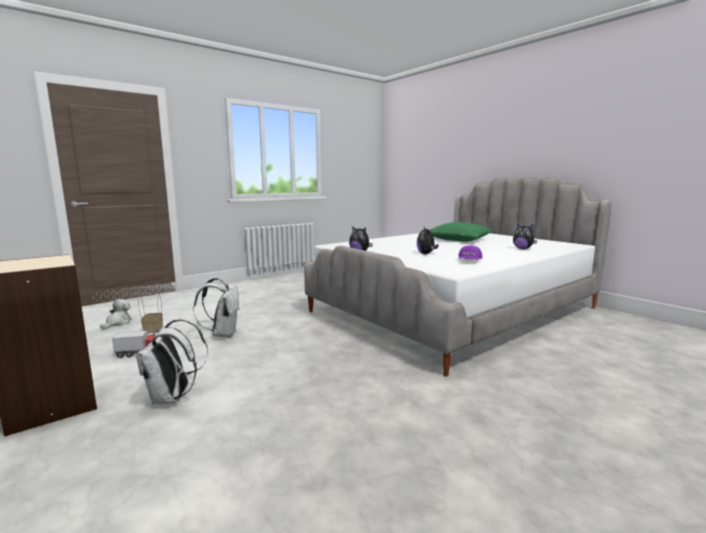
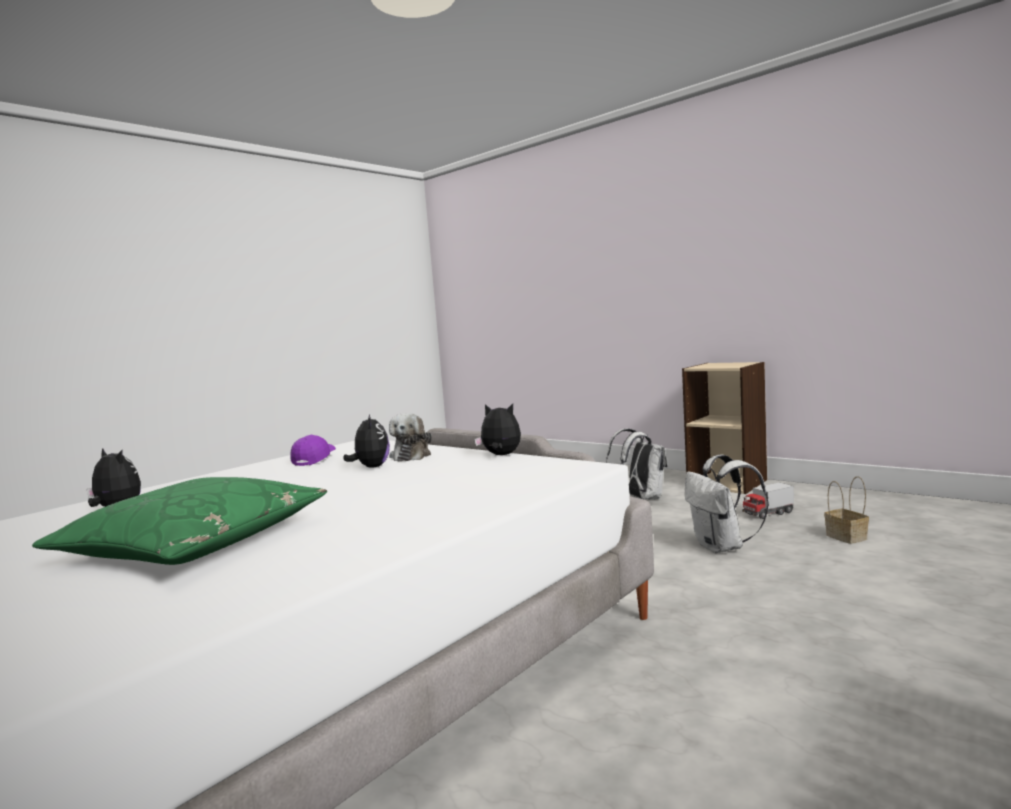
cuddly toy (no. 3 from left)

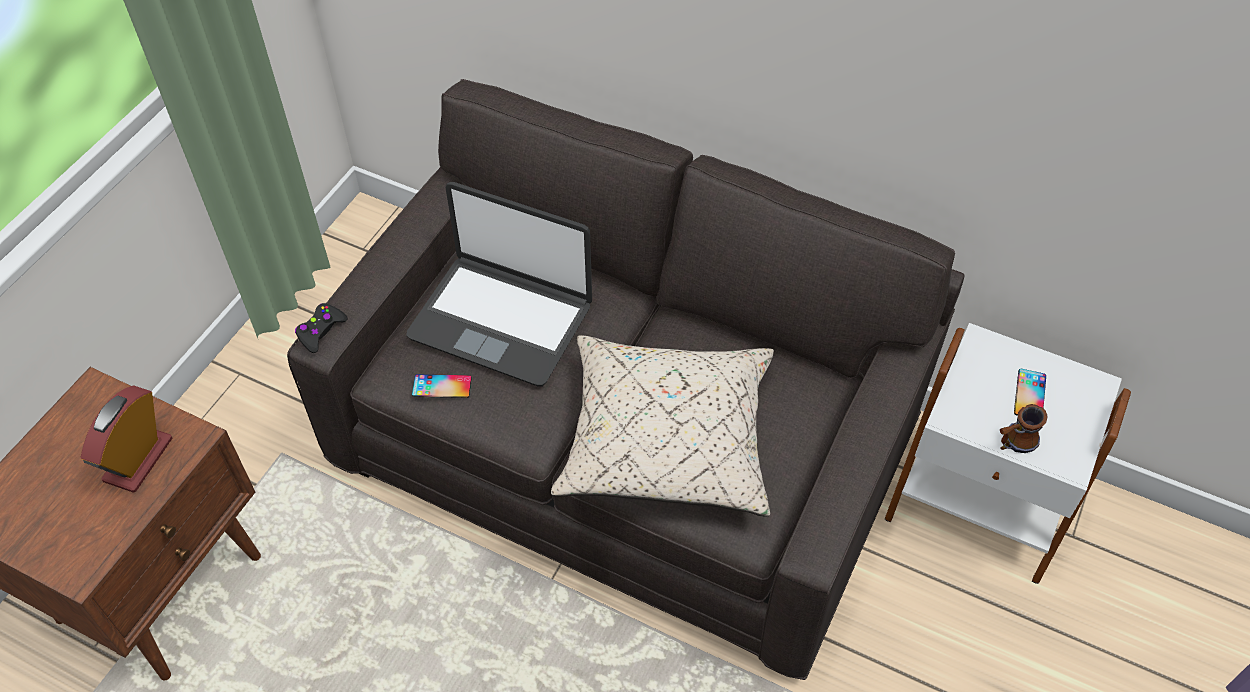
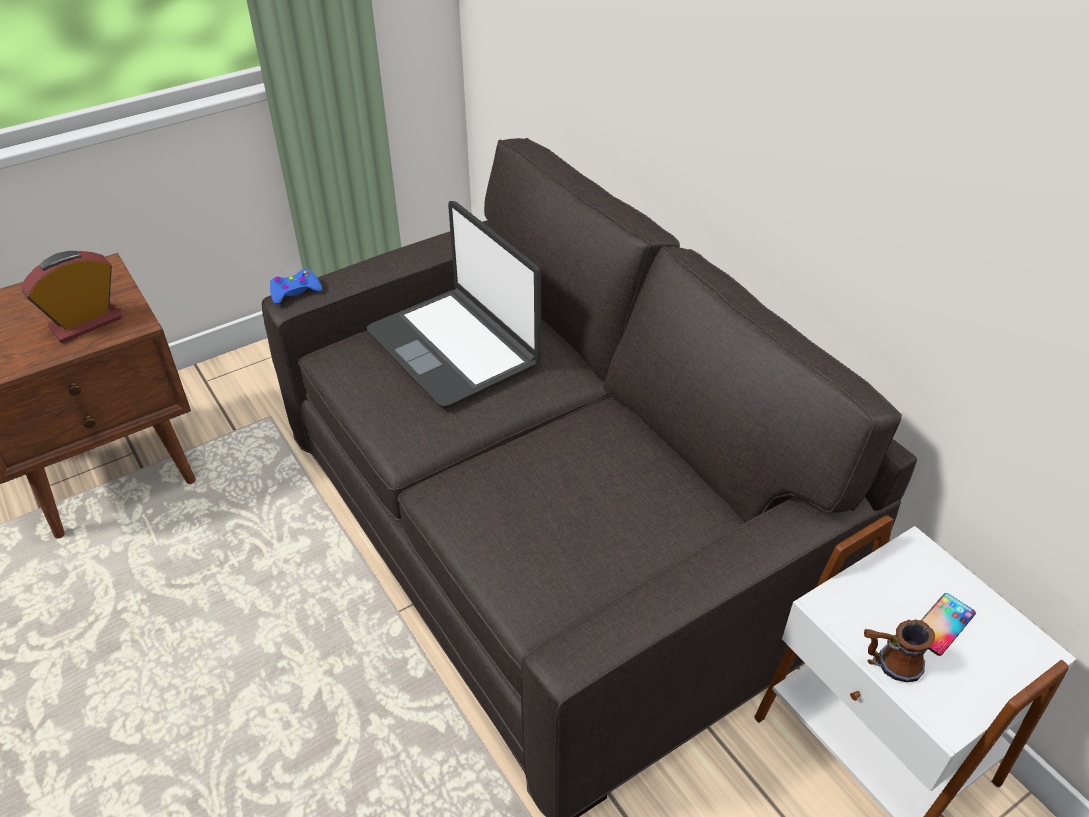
gamepad/blue-coloured
handset (no. 1 from left in the first image)
pillow/beige-coloured

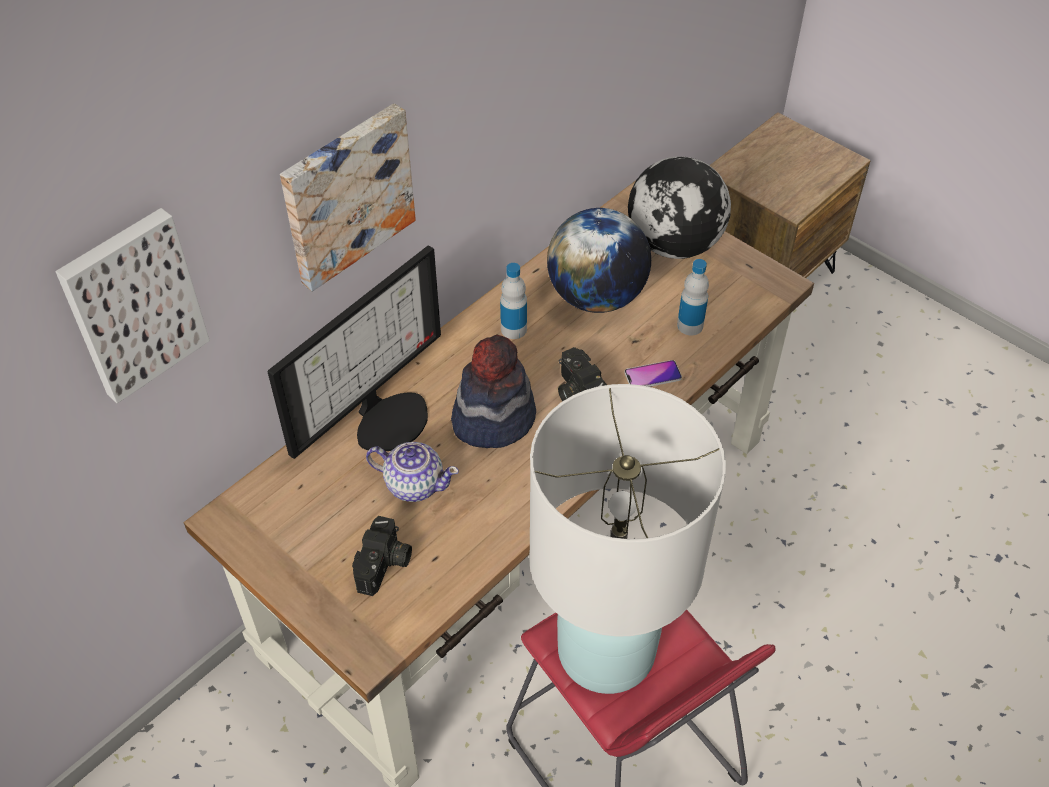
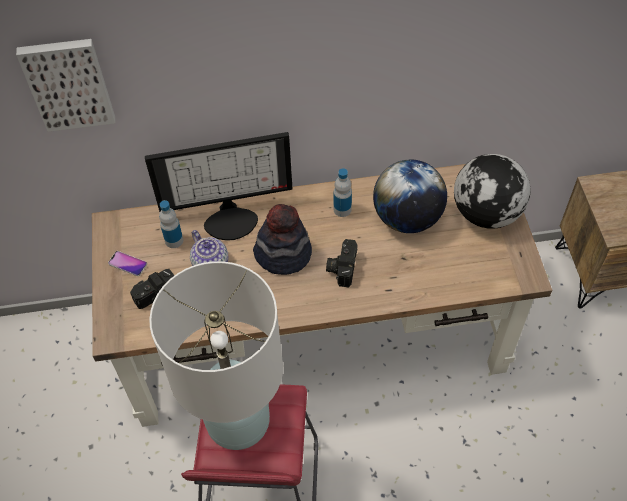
picture (no. 2 from left in the first image)
handset
beverage bottle (no. 1 from left)

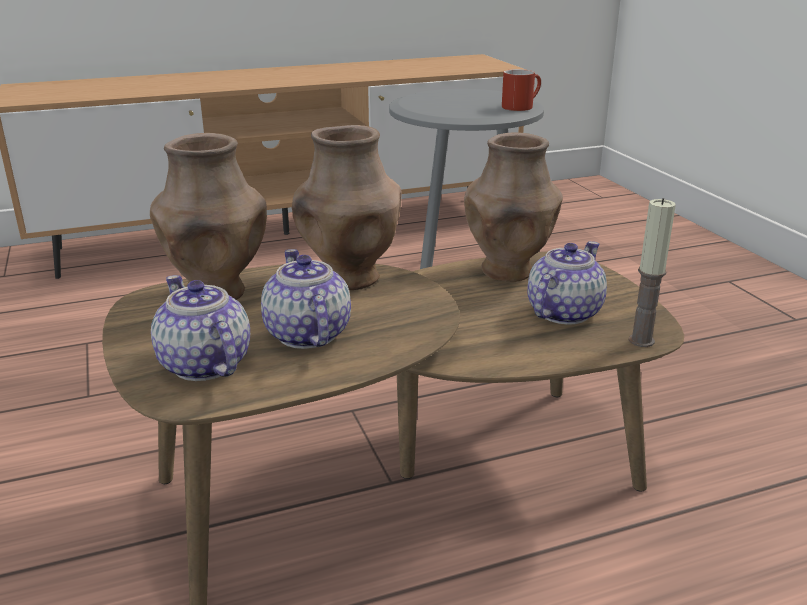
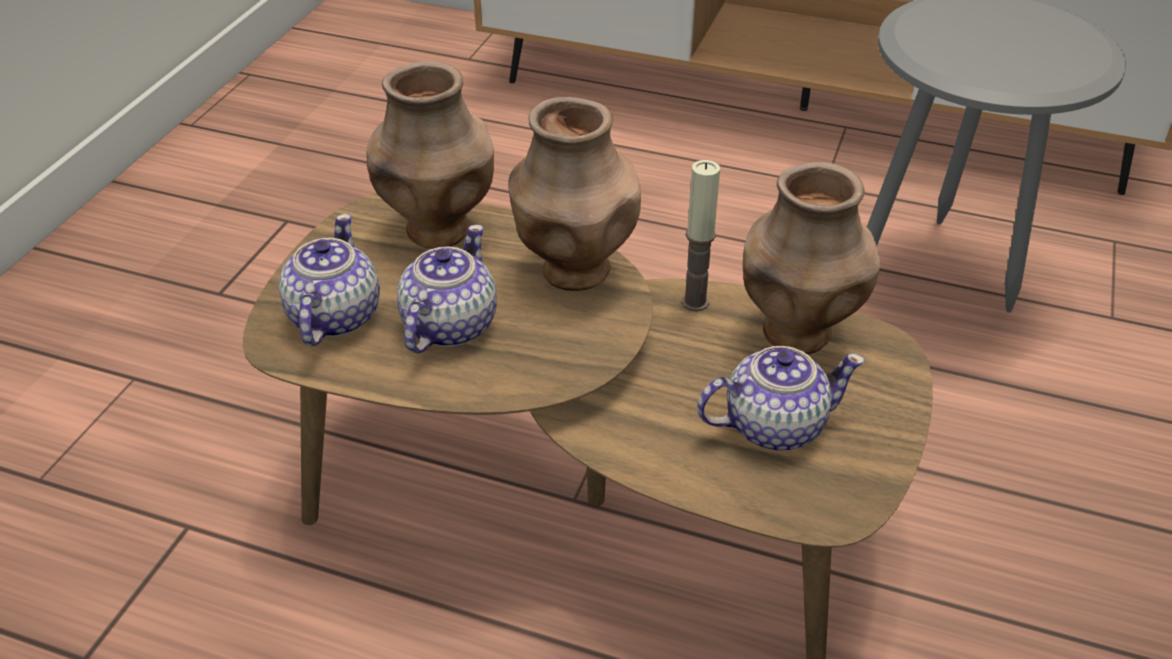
tea mug/red-coloured
candle

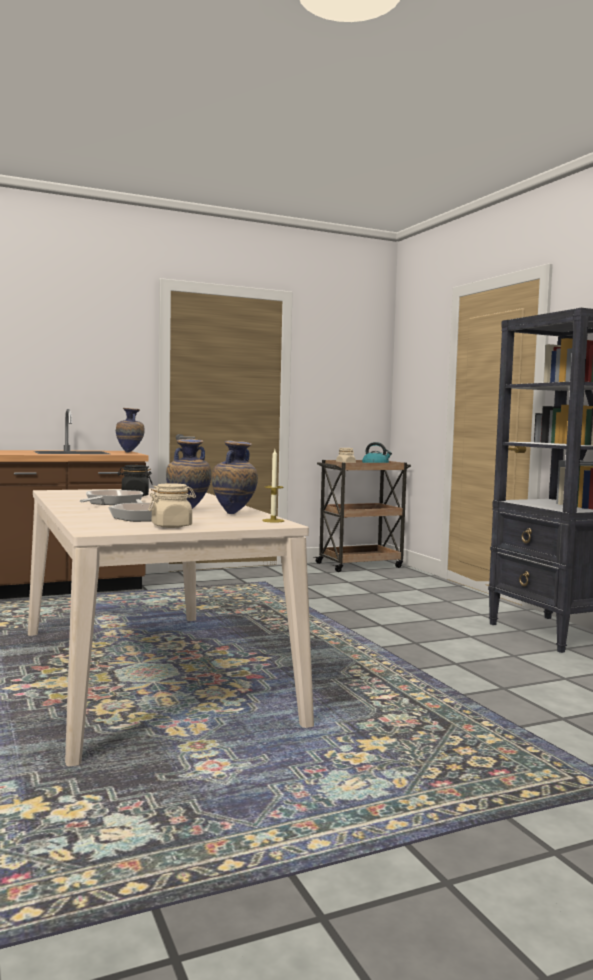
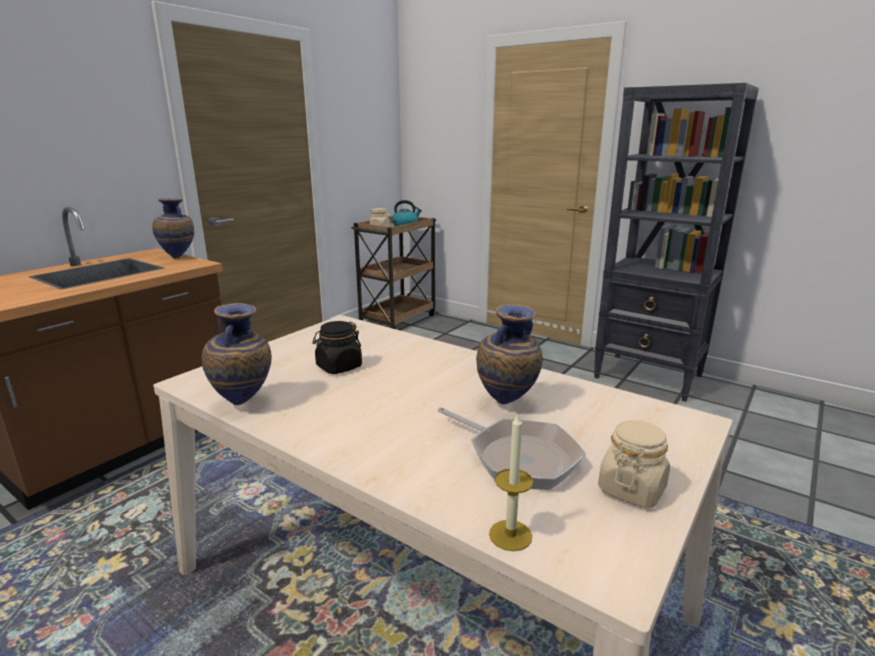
pan (no. 1 from left in the first image)
decorative vase (no. 2 from left)
candle

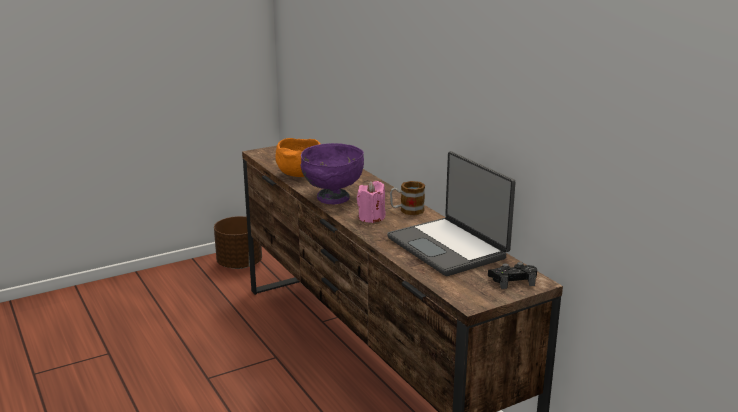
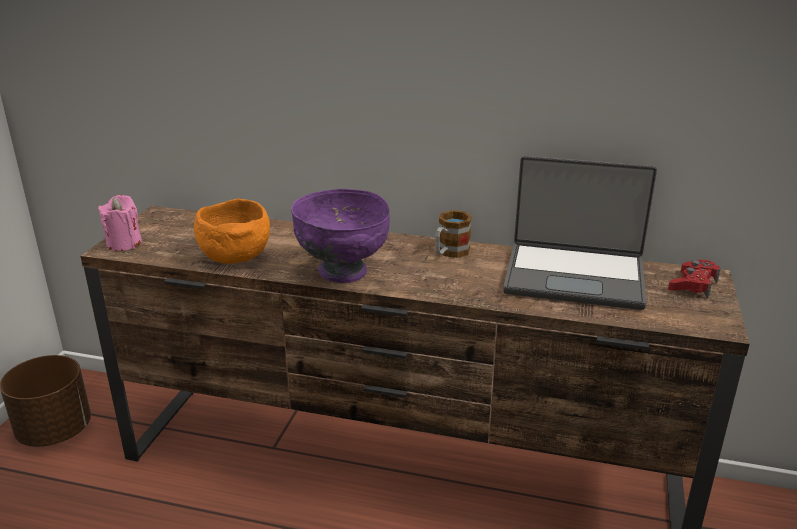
candle/pinkish
gamepad/red-coloured

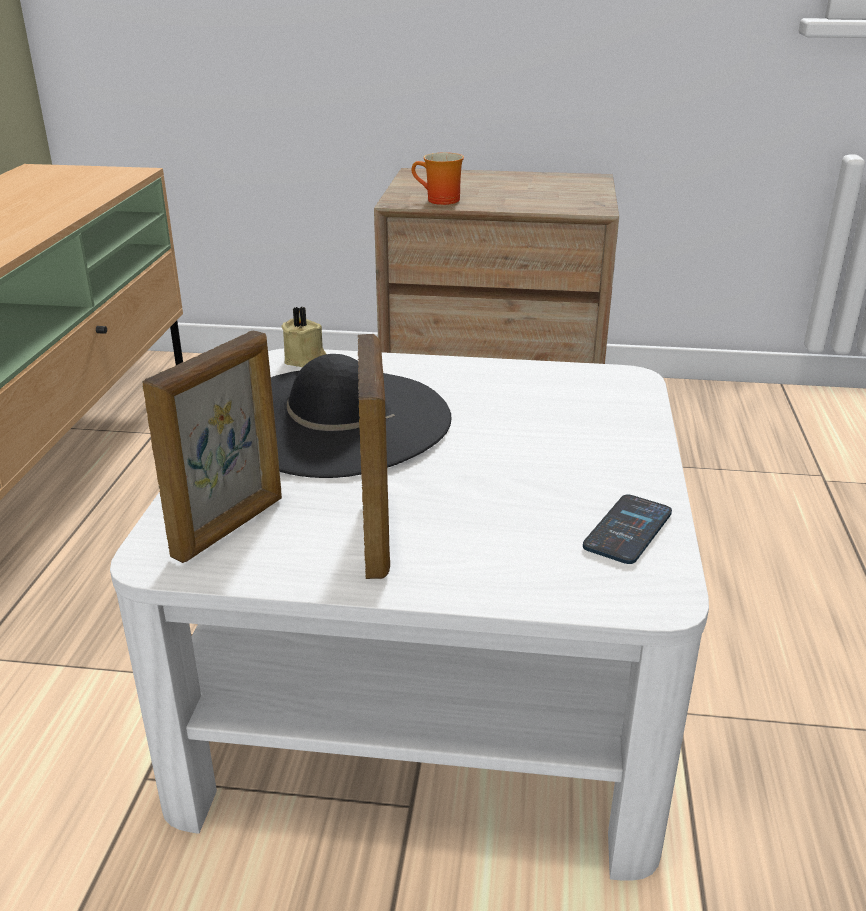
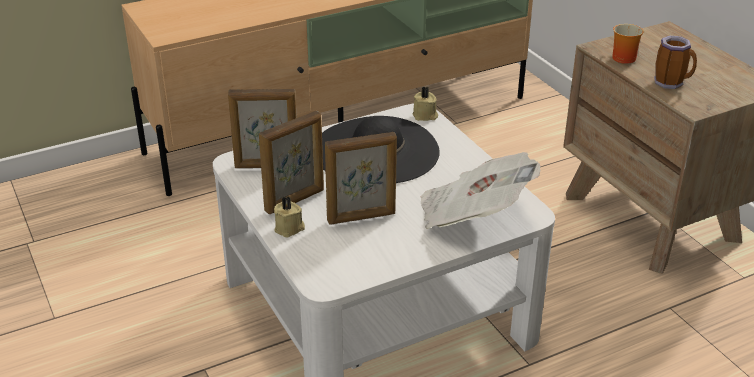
handset
candle/beige-coloured (no. 1 from left)
photo frame (no. 3 from left)
printed paper
tea mug (no. 2 from left)

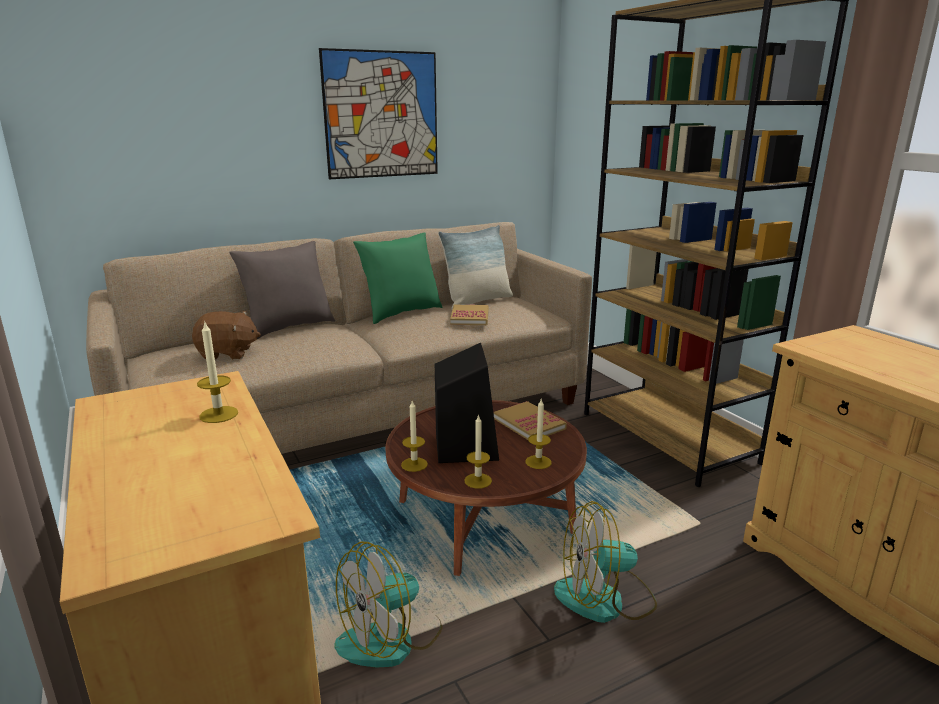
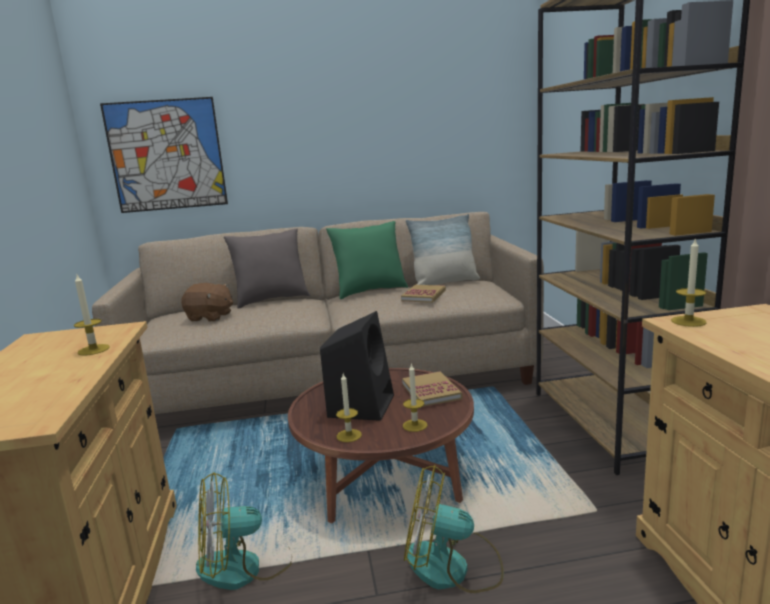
picture
candle (no. 4 from left)

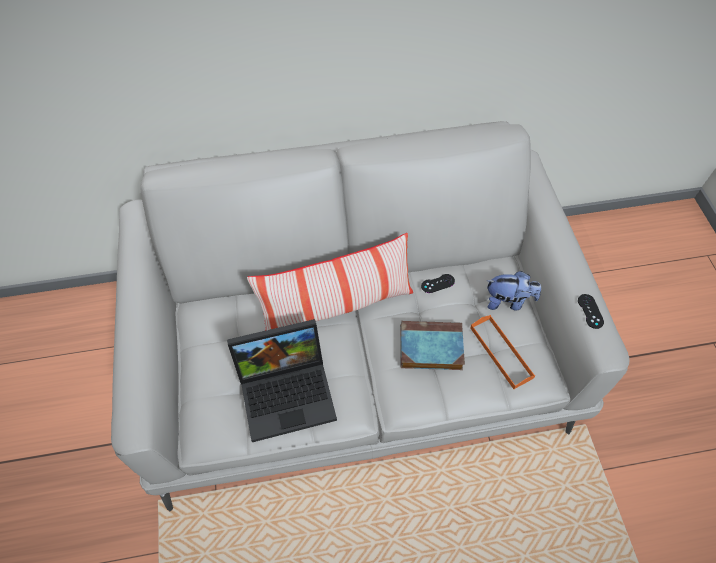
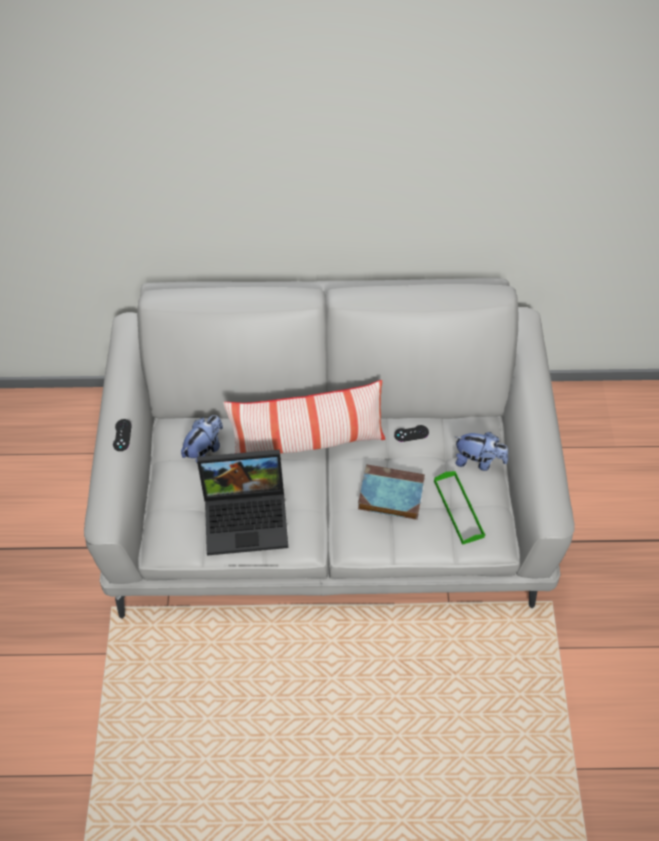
carrying tray/greenish
gamepad/black (no. 1 from left)
cuddly toy (no. 1 from left)

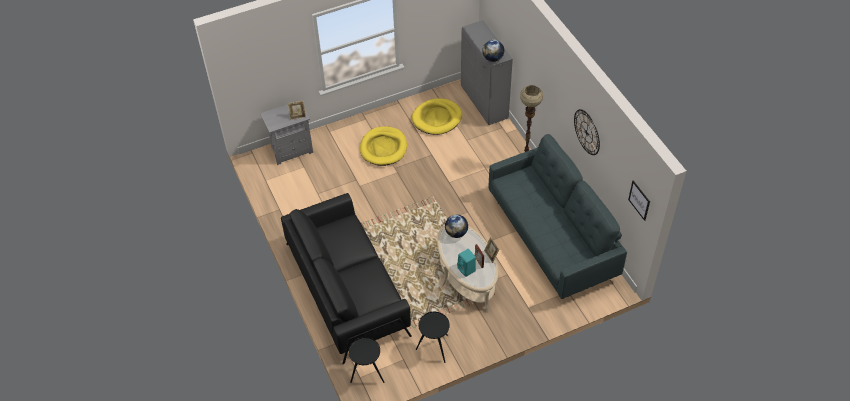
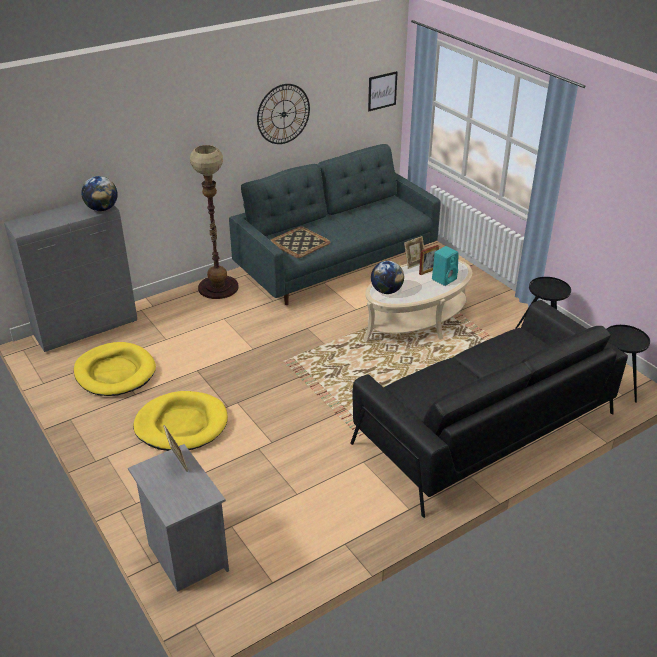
carrying tray

